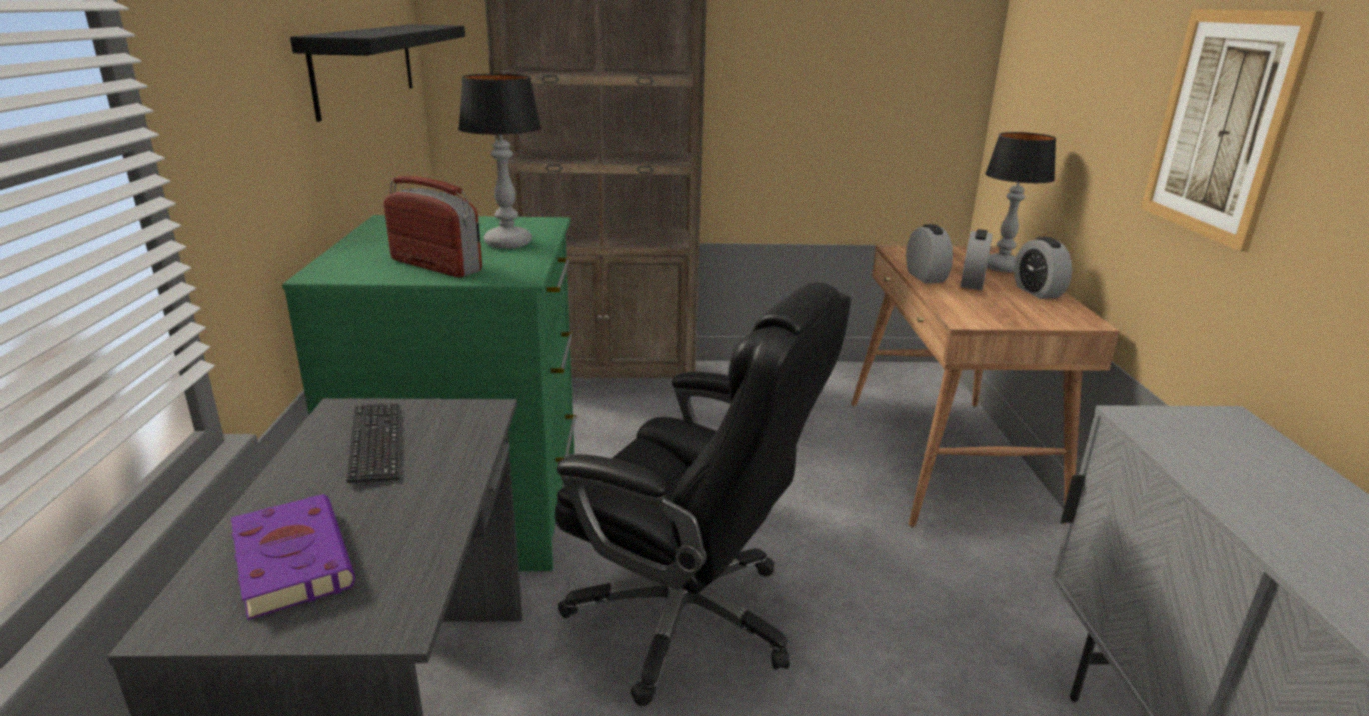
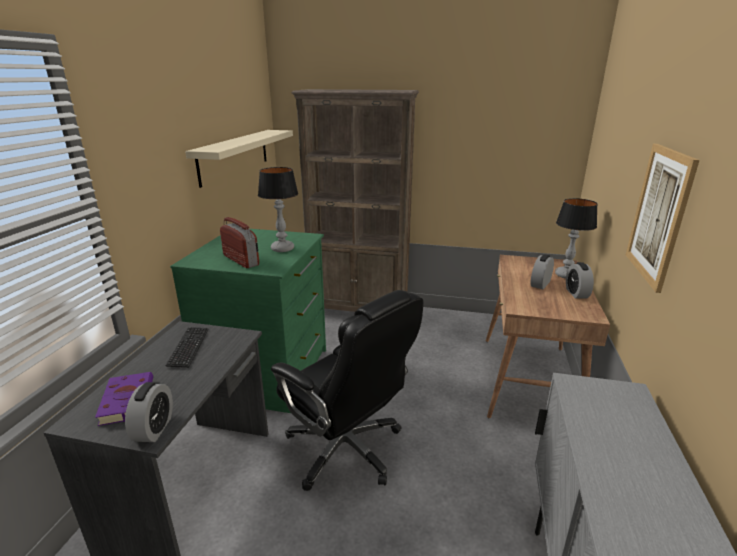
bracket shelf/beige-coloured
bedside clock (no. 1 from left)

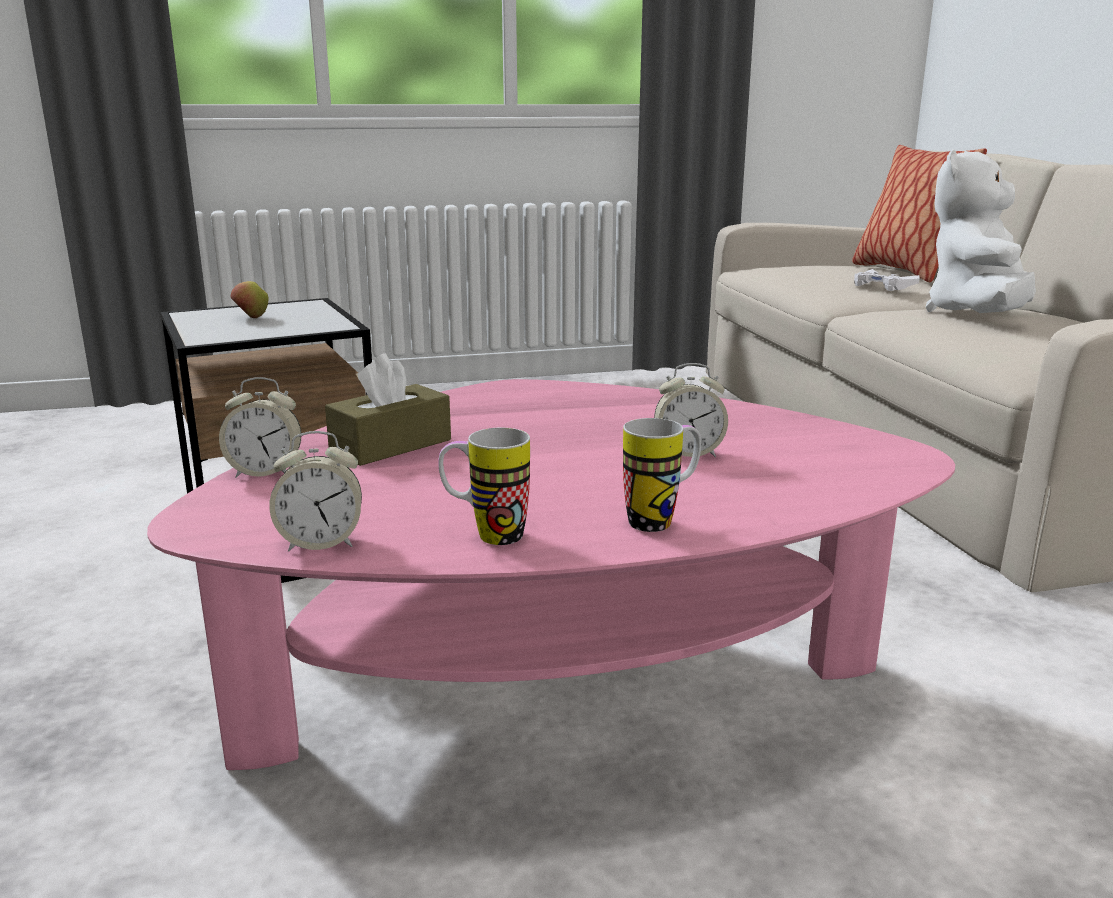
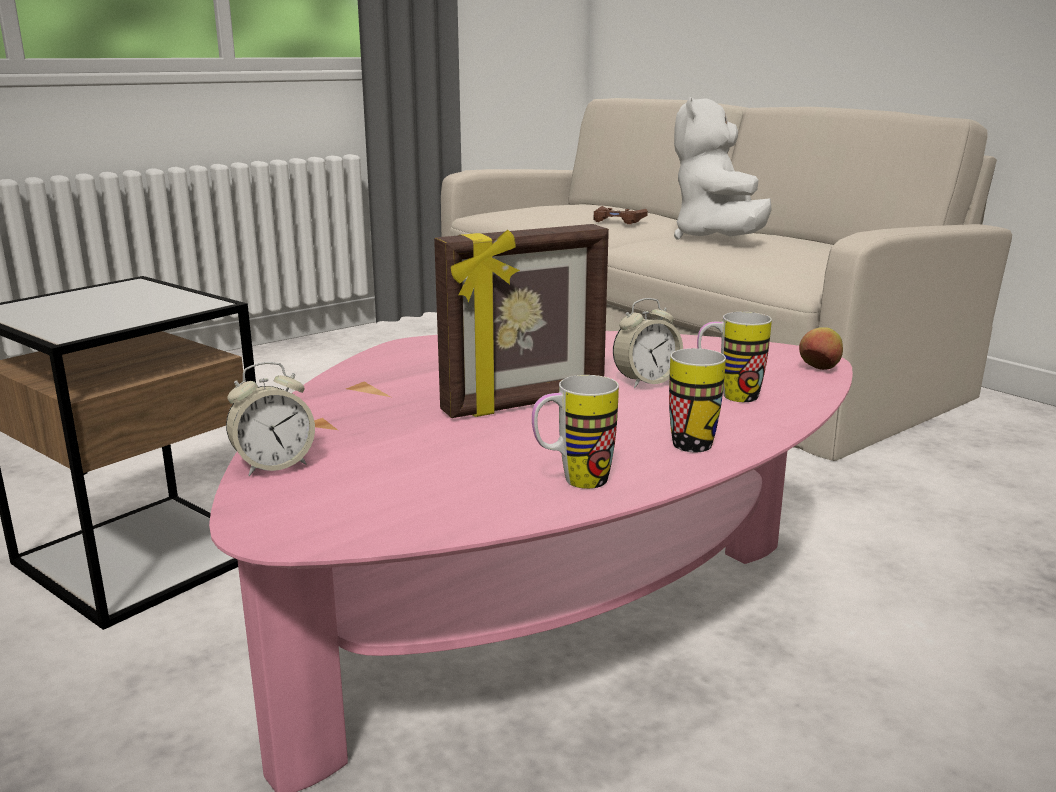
whole apple
bedside clock (no. 2 from left in the first image)
tissue box/brown-coloured
pillow
gamepad/brown-coloured
photo frame
tea mug (no. 3 from left)

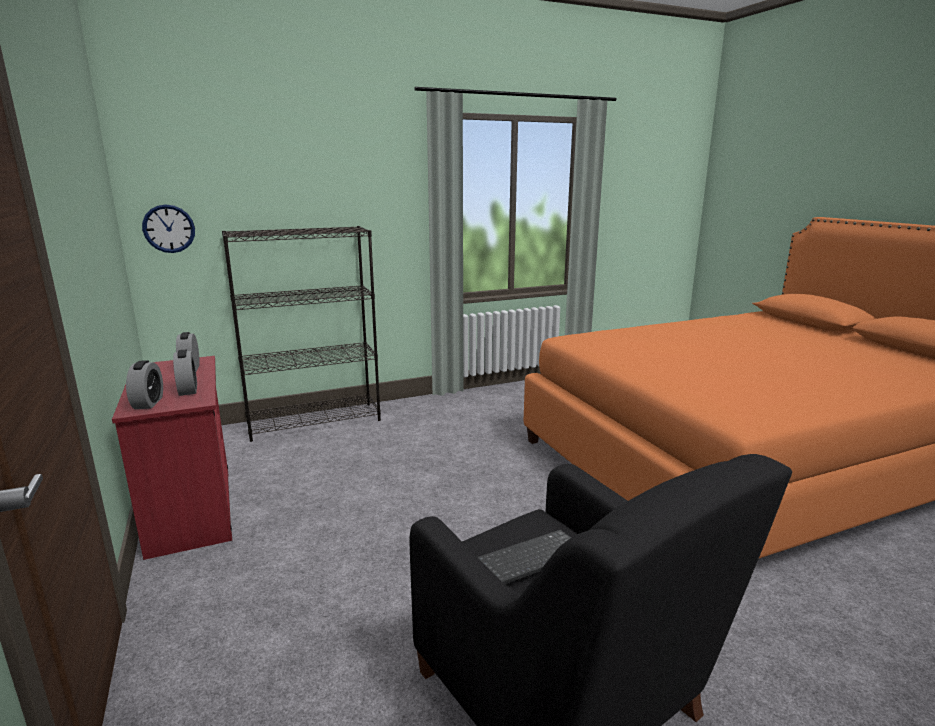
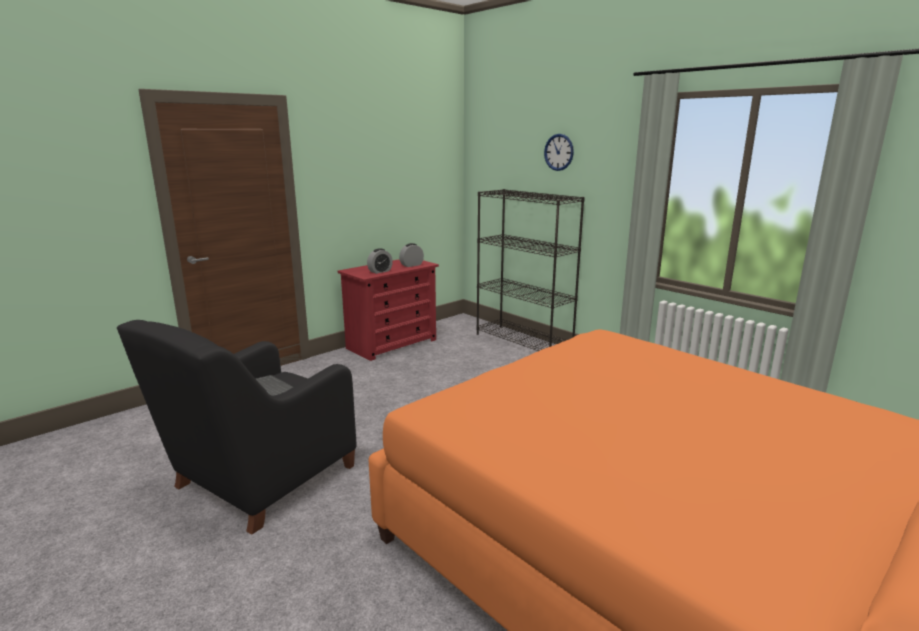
bedside clock (no. 1 from left in the first image)
clock on the wall

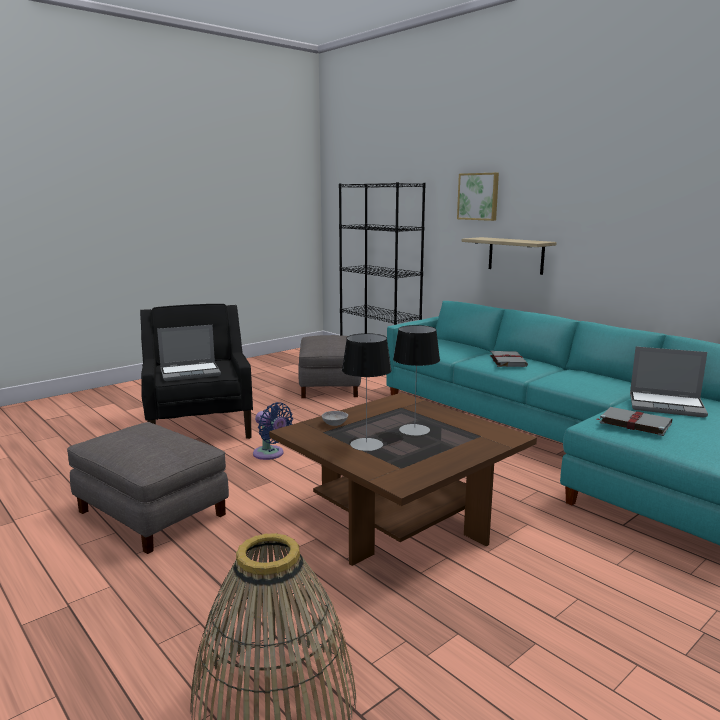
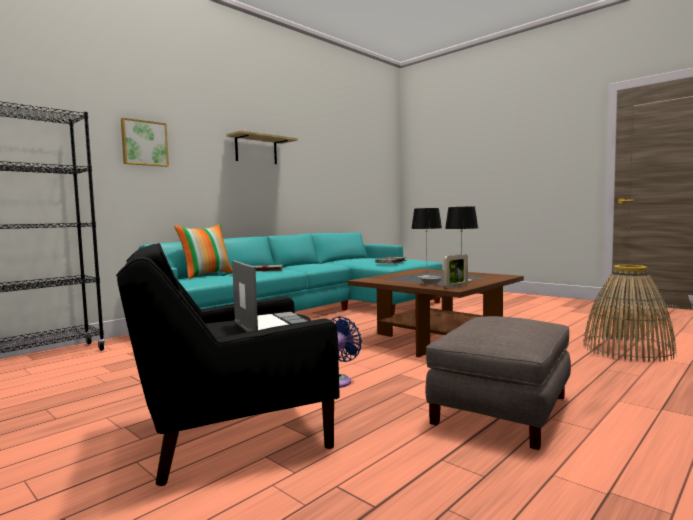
ottoman/greyish (no. 2 from left in the first image)
bracket shelf
notebook computer (no. 2 from left in the first image)
pillow
photo frame

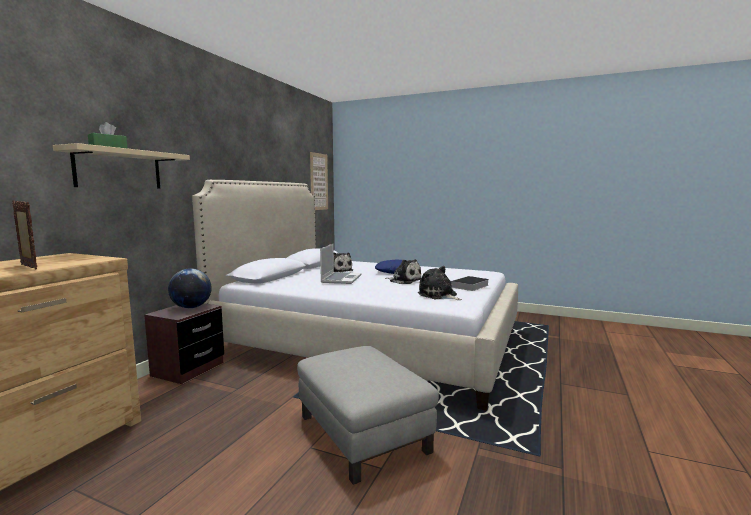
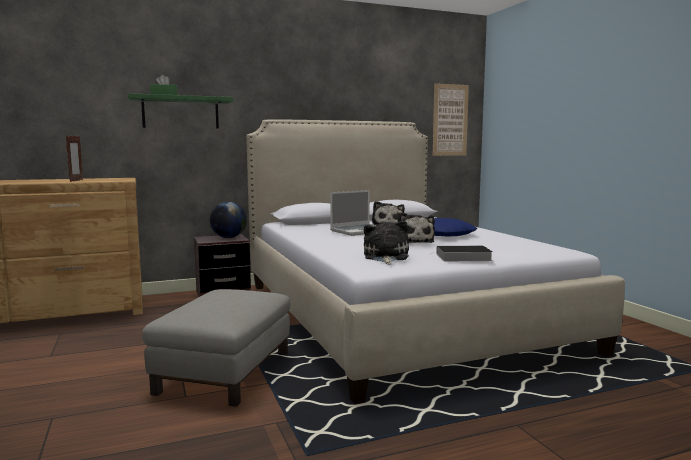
bracket shelf/greenish

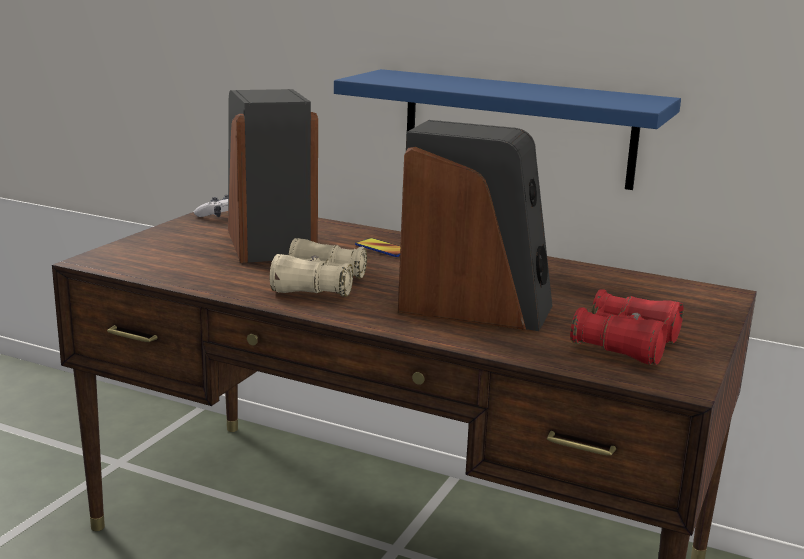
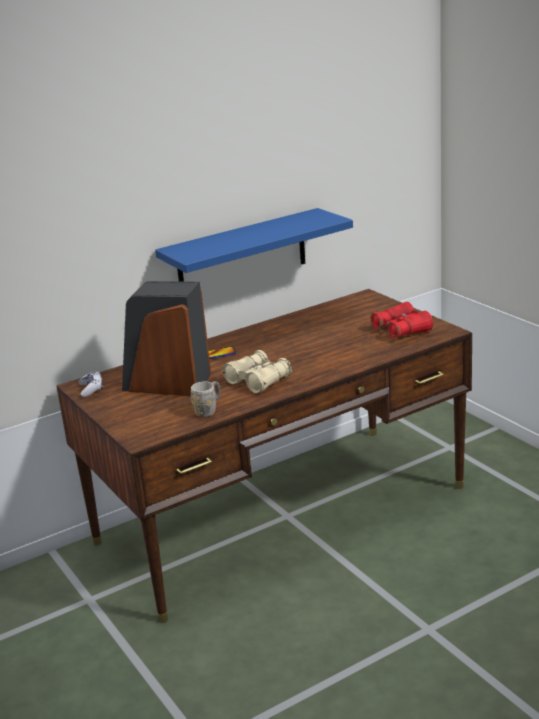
loudspeaker (no. 2 from left in the first image)
tea mug/greyish

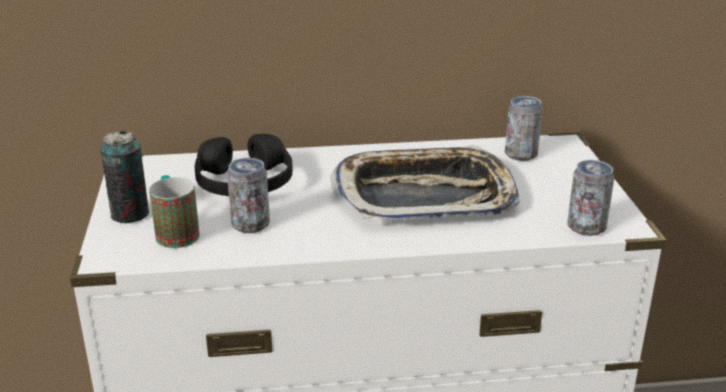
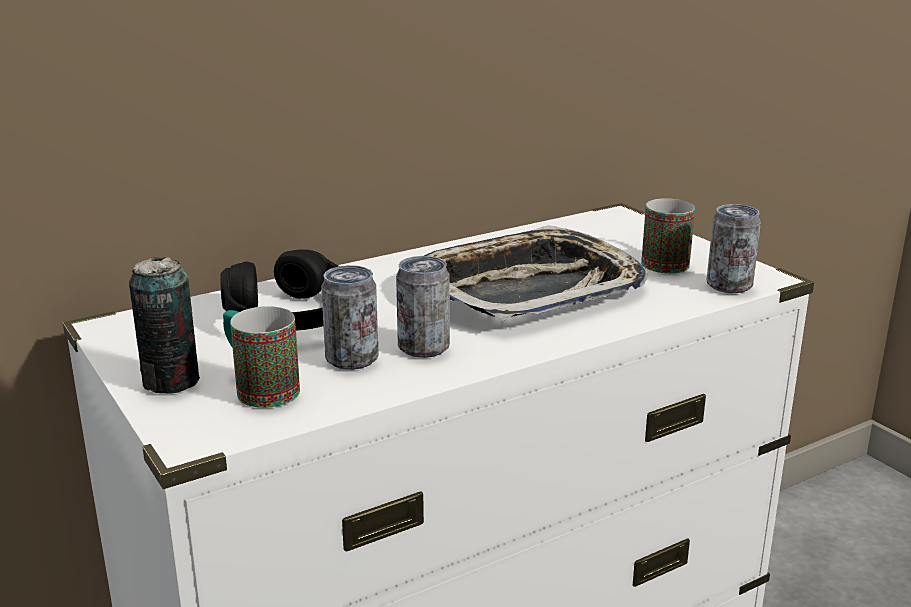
metal can (no. 3 from left)
tea mug (no. 2 from left)

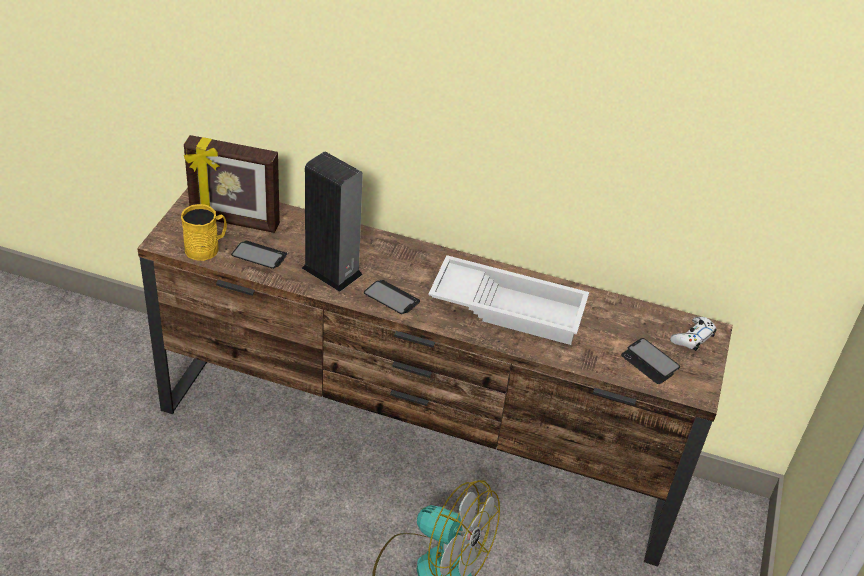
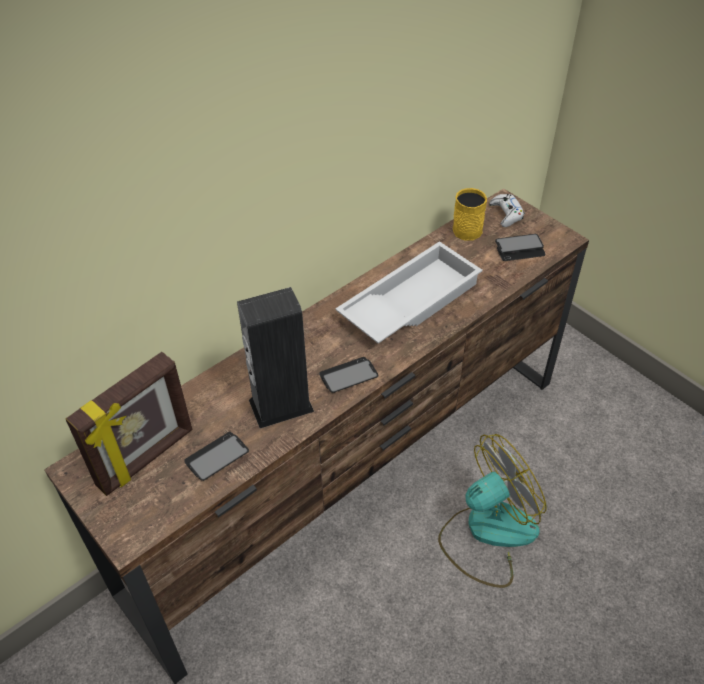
tea mug/yellowish

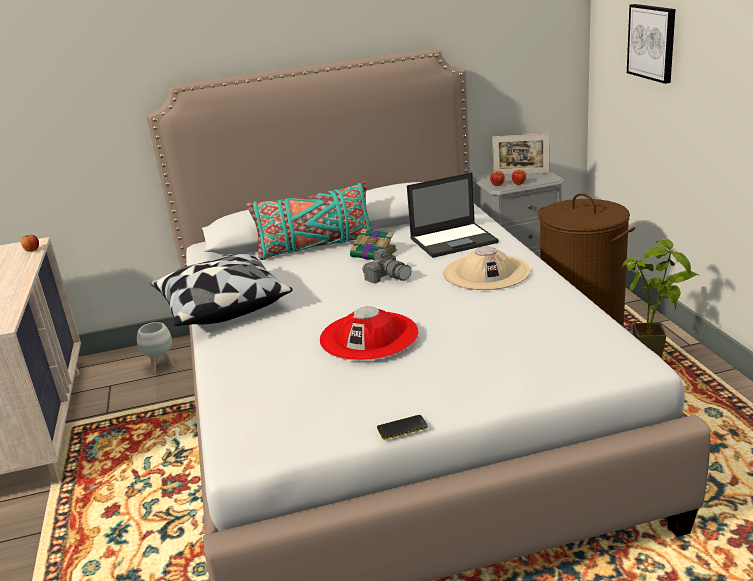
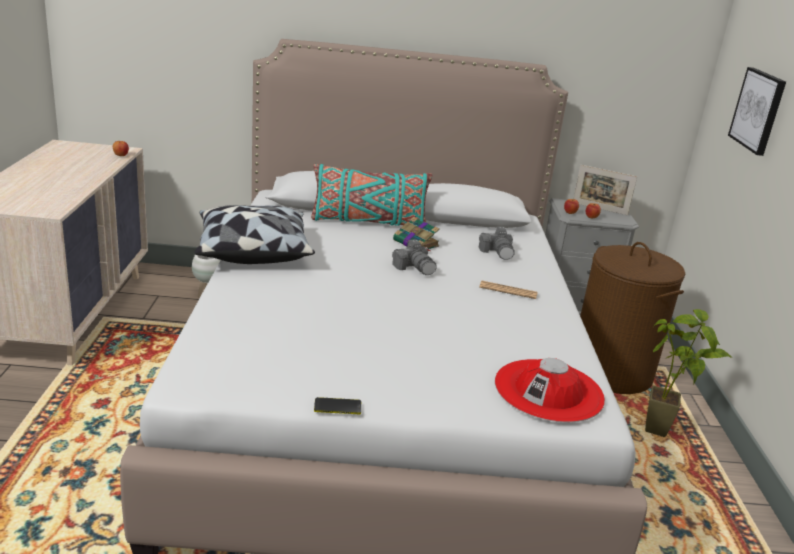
clothing hat/red-coloured
photo camera (no. 2 from left)
printed paper

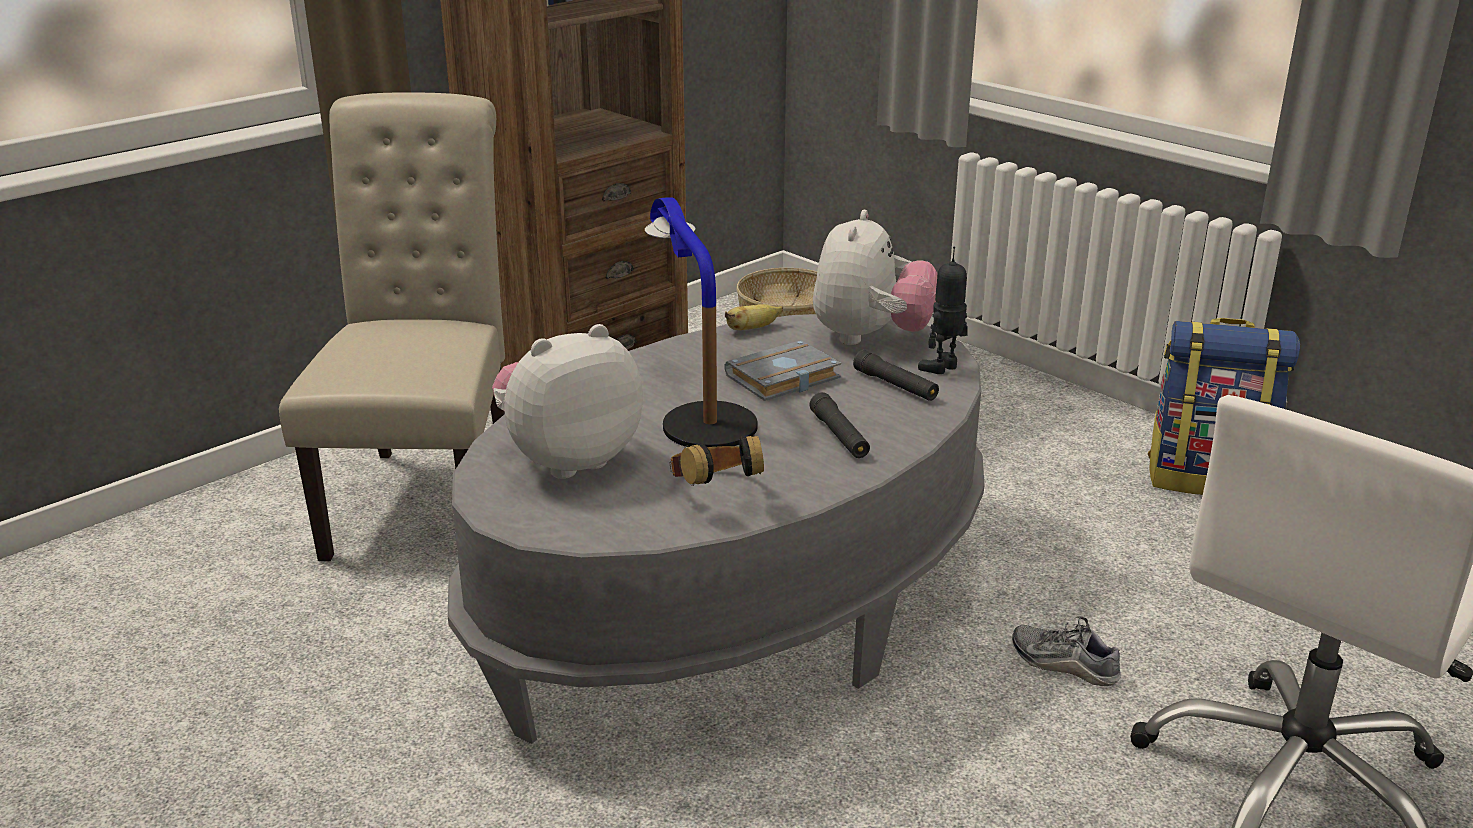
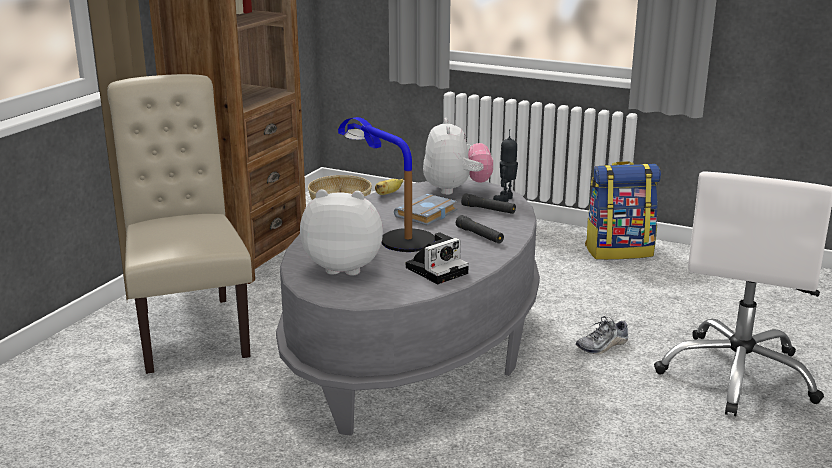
cuddly toy (no. 1 from left)
photo camera
low shoe

